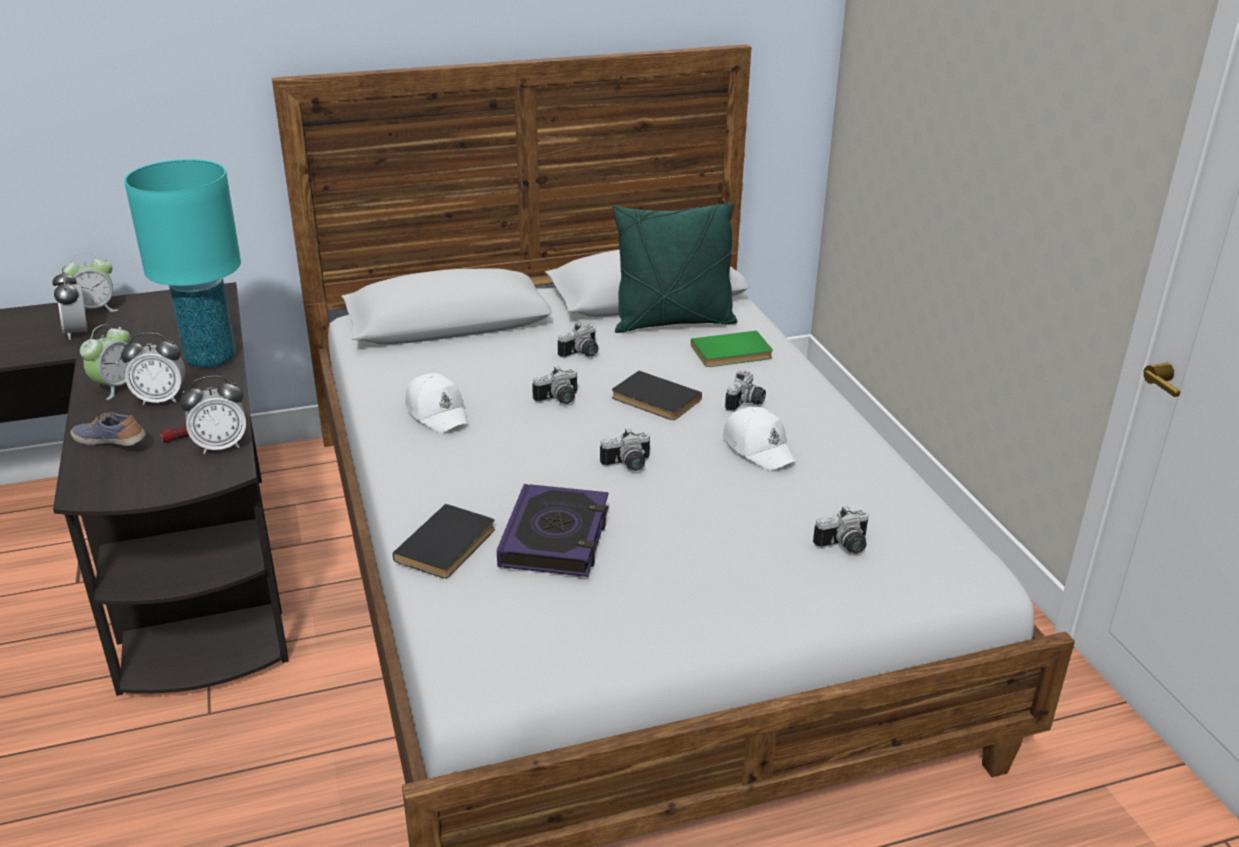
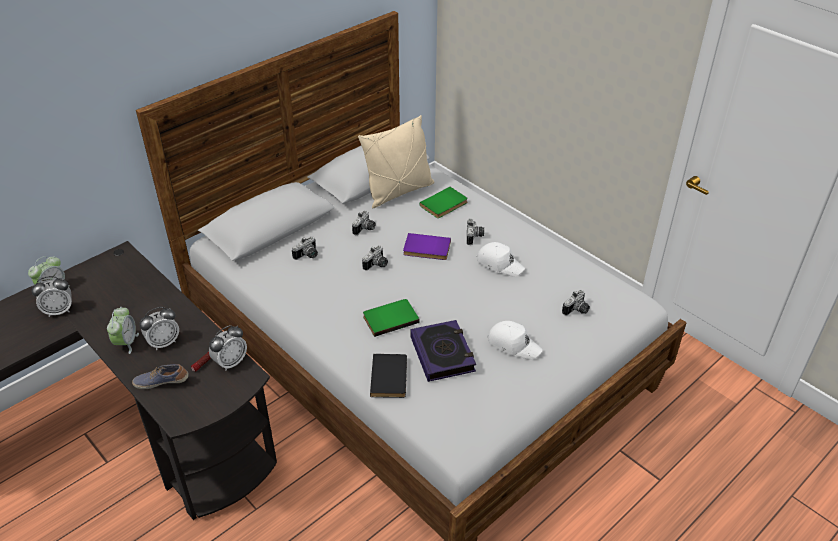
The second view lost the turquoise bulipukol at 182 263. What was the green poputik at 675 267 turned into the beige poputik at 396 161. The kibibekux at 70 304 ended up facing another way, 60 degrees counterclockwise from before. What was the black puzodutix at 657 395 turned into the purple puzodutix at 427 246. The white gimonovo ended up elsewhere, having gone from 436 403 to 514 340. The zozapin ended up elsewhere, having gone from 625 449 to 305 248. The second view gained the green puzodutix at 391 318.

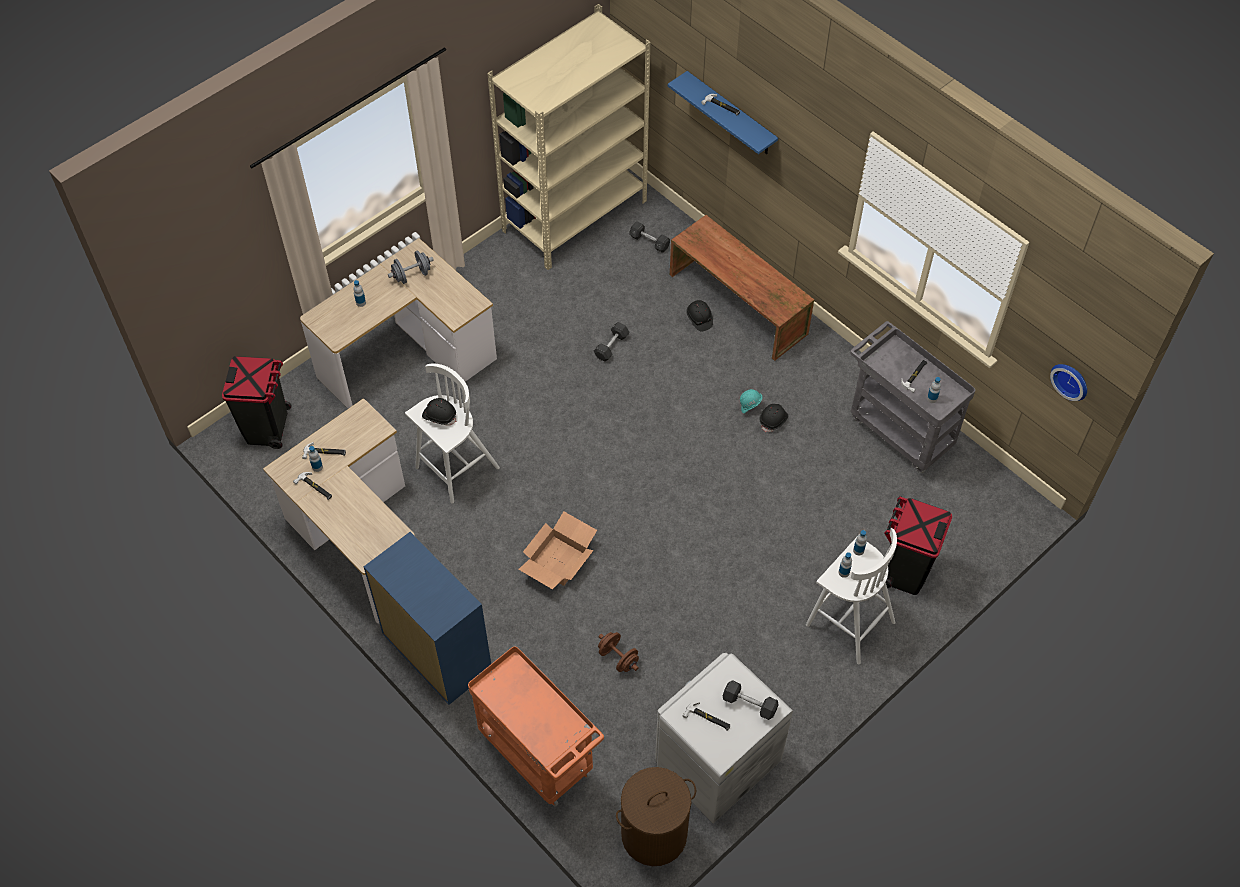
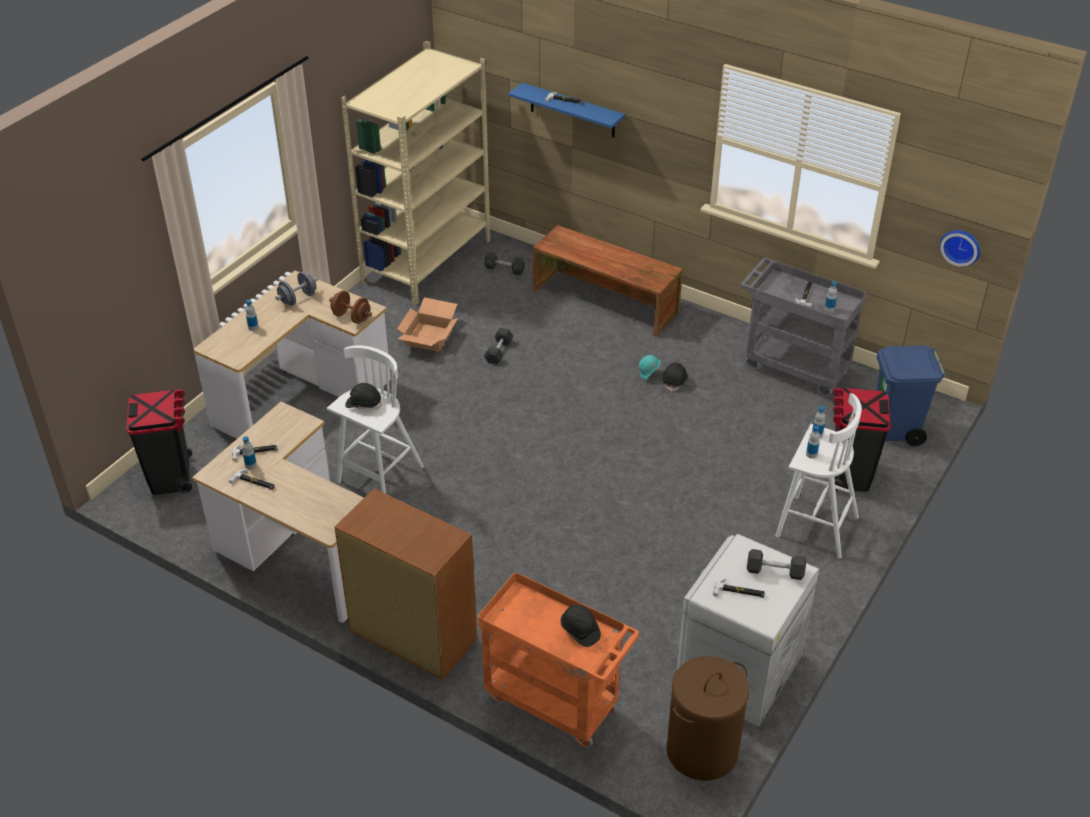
The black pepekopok ended up elsewhere, having gone from 699 315 to 580 626. The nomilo ended up elsewhere, having gone from 557 550 to 427 324. What was the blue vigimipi at 427 618 turned into the brown vigimipi at 406 584. The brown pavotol ended up elsewhere, having gone from 618 652 to 350 307. The second view gained the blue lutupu at 911 395.

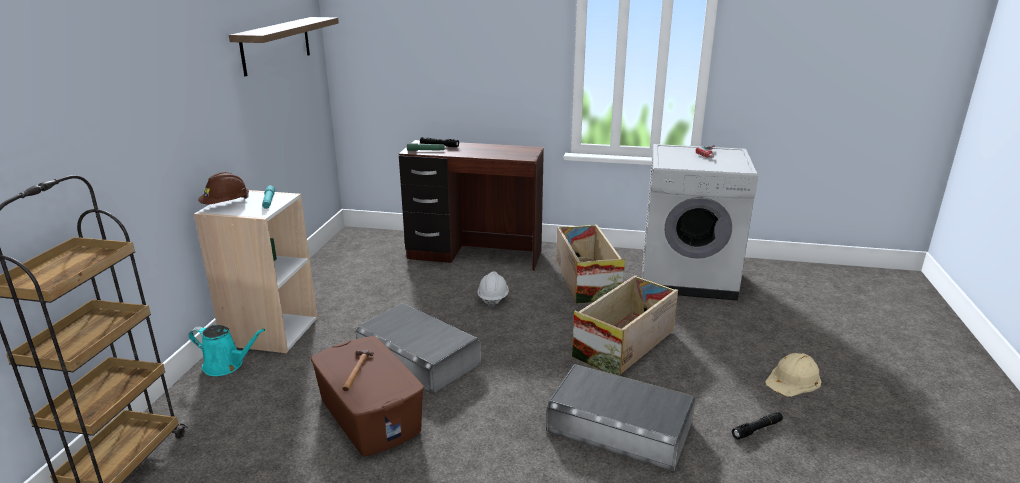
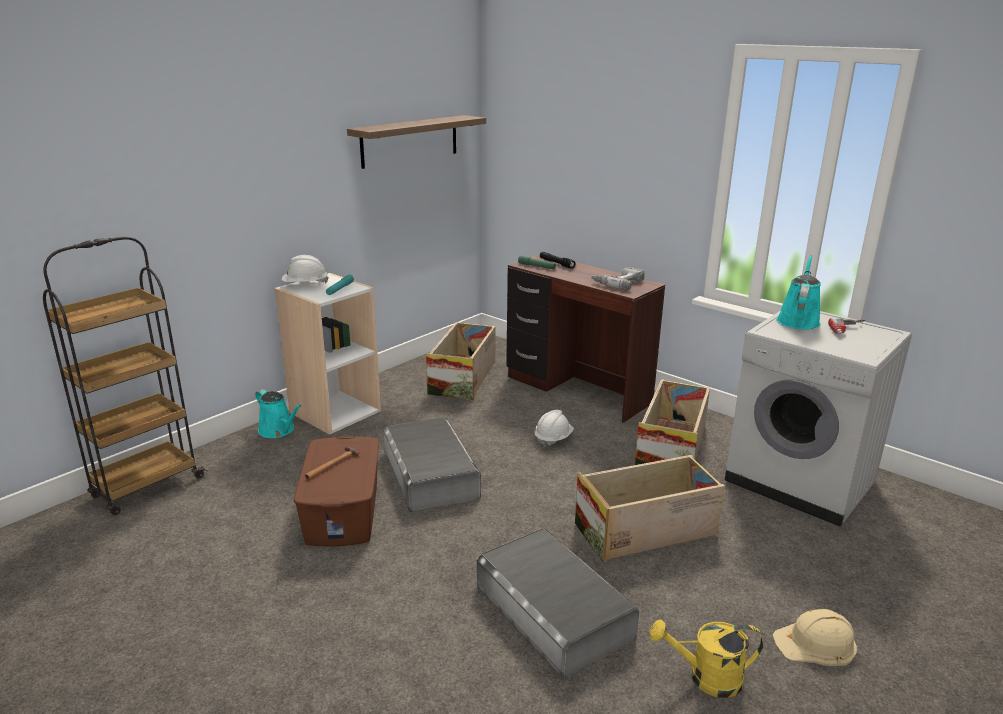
What was the brown pepekopok at 223 188 turned into the white pepekopok at 305 269. Where the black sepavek stood at 757 425, the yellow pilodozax came to stand at 706 659. The second view gained the turquoise pilodozax at 798 292. The second view gained the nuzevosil at 618 278. The second view gained the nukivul at 461 361.

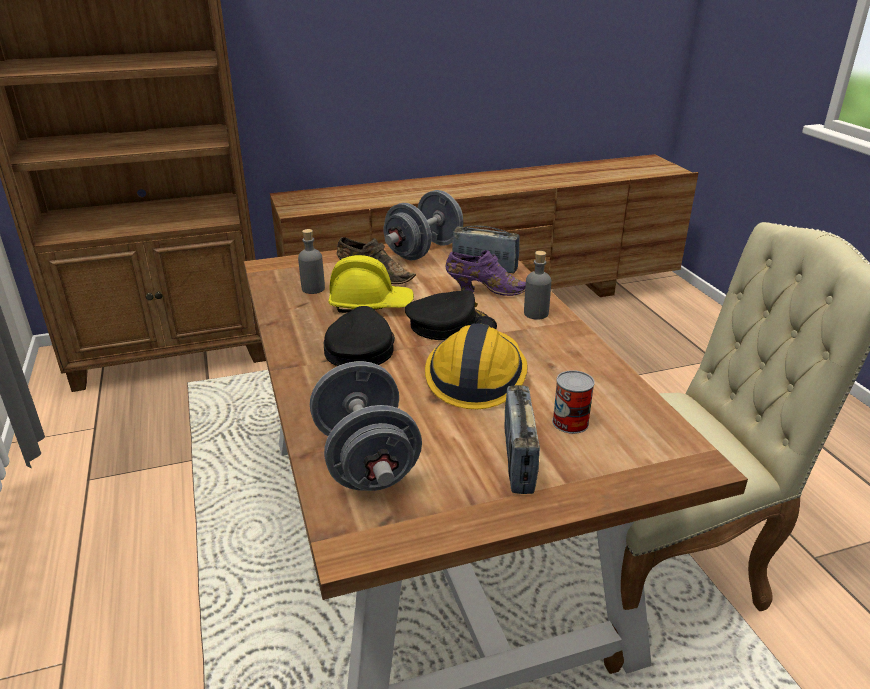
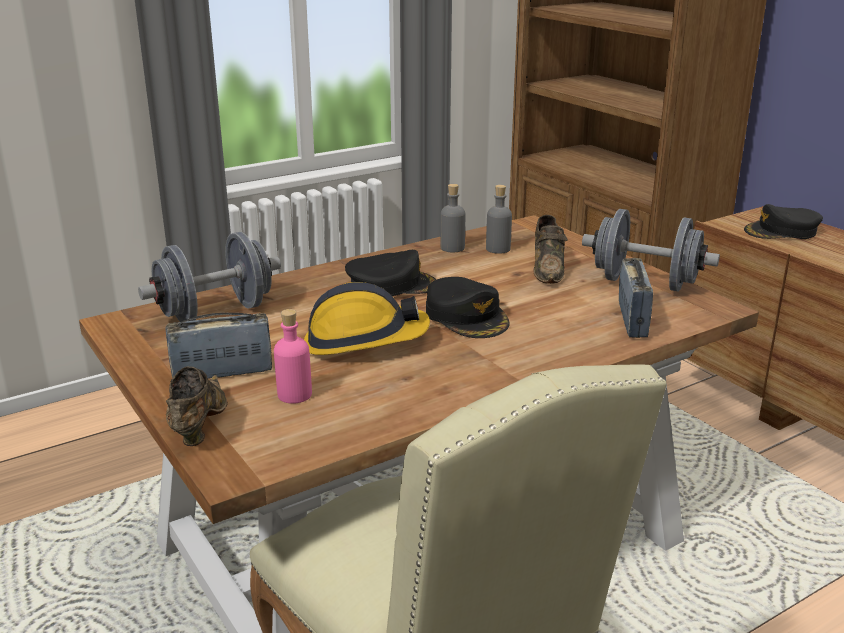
The second view lost the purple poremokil at 486 273. The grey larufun ended up elsewhere, having gone from 537 285 to 452 218. The second view lost the yellow pepekopok at 371 284. Where the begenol stood at 573 402, the pink larufun came to stand at 293 356. The second view gained the black gimonovo at 783 221. The second view gained the brown poremokil at 197 406.

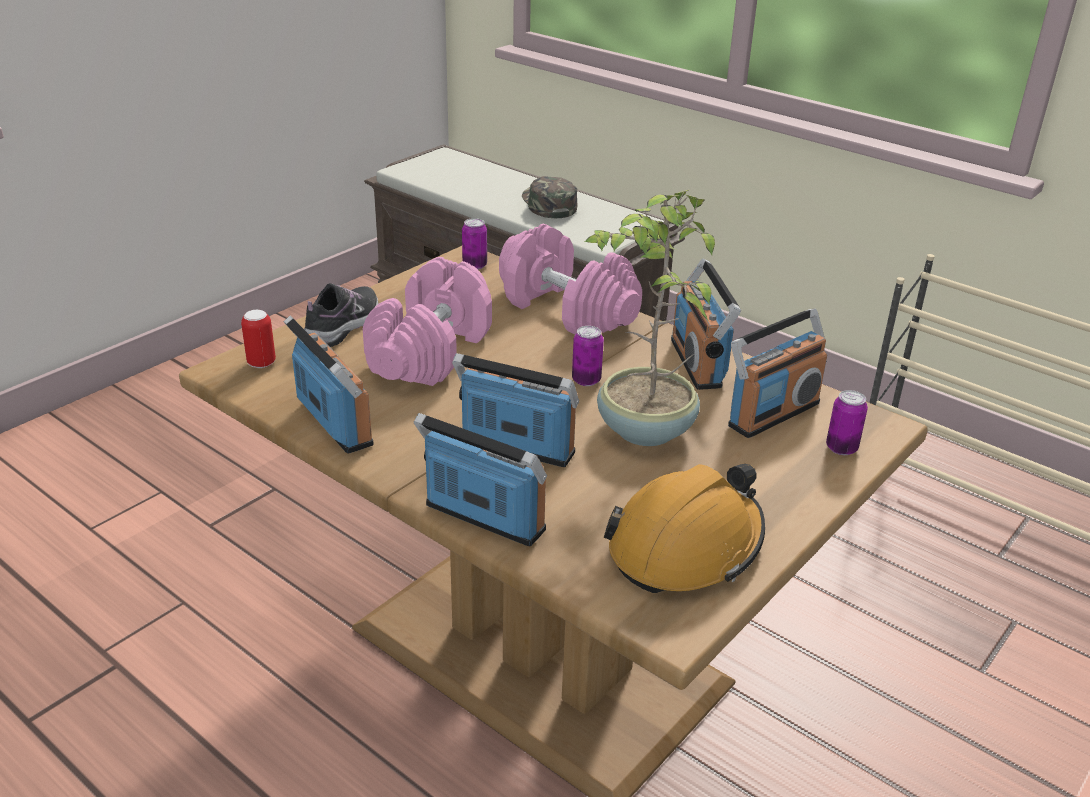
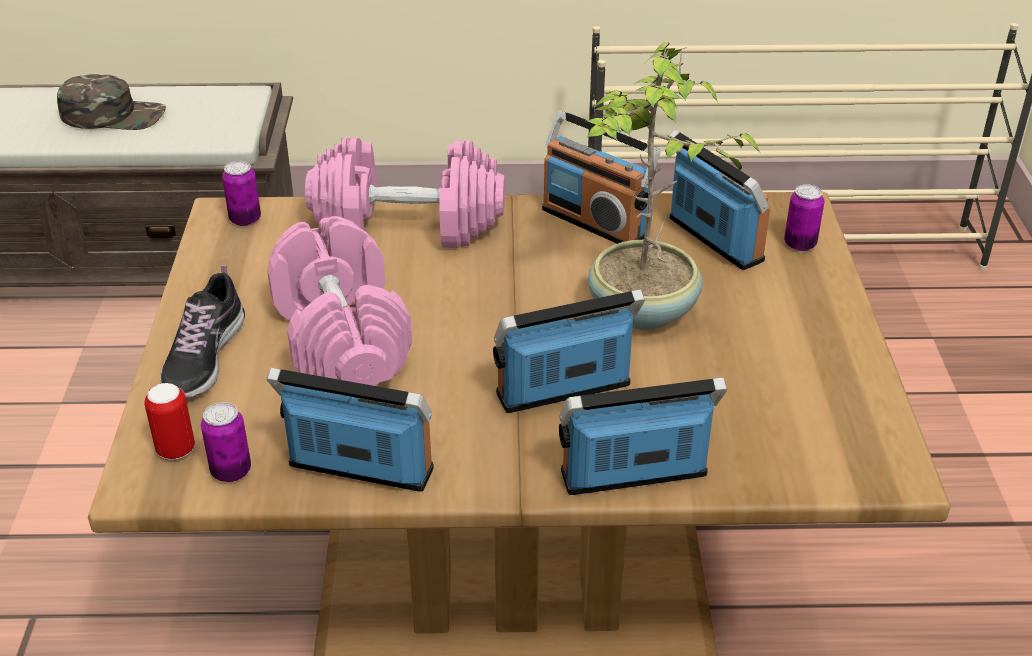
The green gimonovo at 549 197 ended up facing another way, 150 degrees clockwise from before. The poremokil at 341 315 ended up facing another way, 150 degrees counterclockwise from before. The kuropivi at 777 373 ended up facing another way, 45 degrees counterclockwise from before. The begenol ended up elsewhere, having gone from 588 356 to 226 442. The second view lost the orange pepekopok at 684 528.

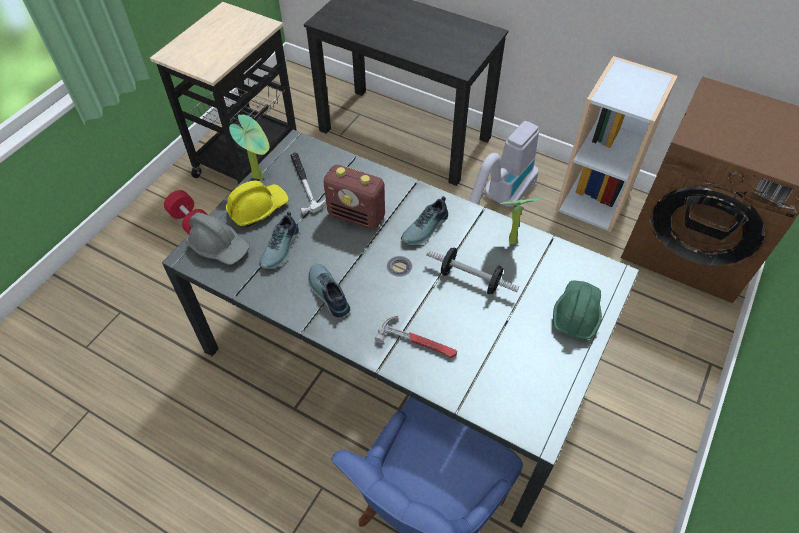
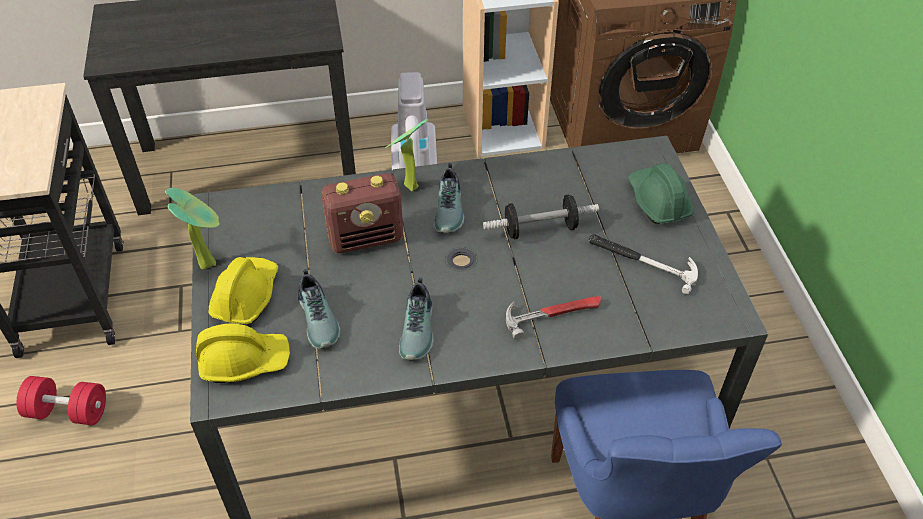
The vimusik ended up elsewhere, having gone from 308 183 to 643 264. The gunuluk ended up elsewhere, having gone from 520 221 to 406 154. What was the grey pepekopok at 218 238 turned into the yellow pepekopok at 243 353. The poremokil at 329 290 ended up facing another way, 105 degrees counterclockwise from before.

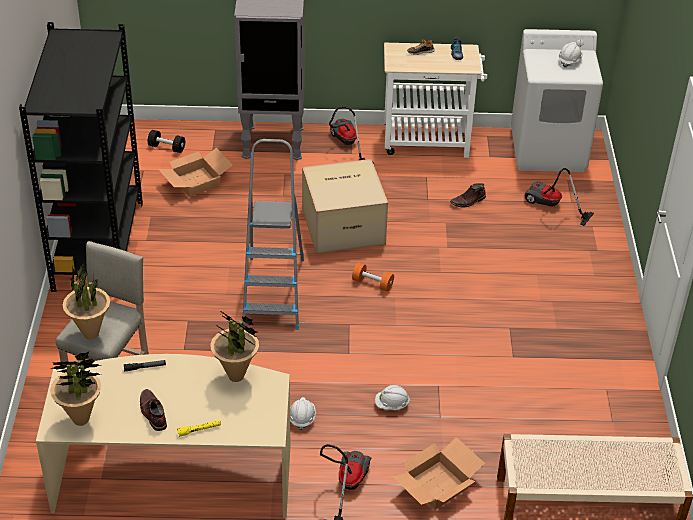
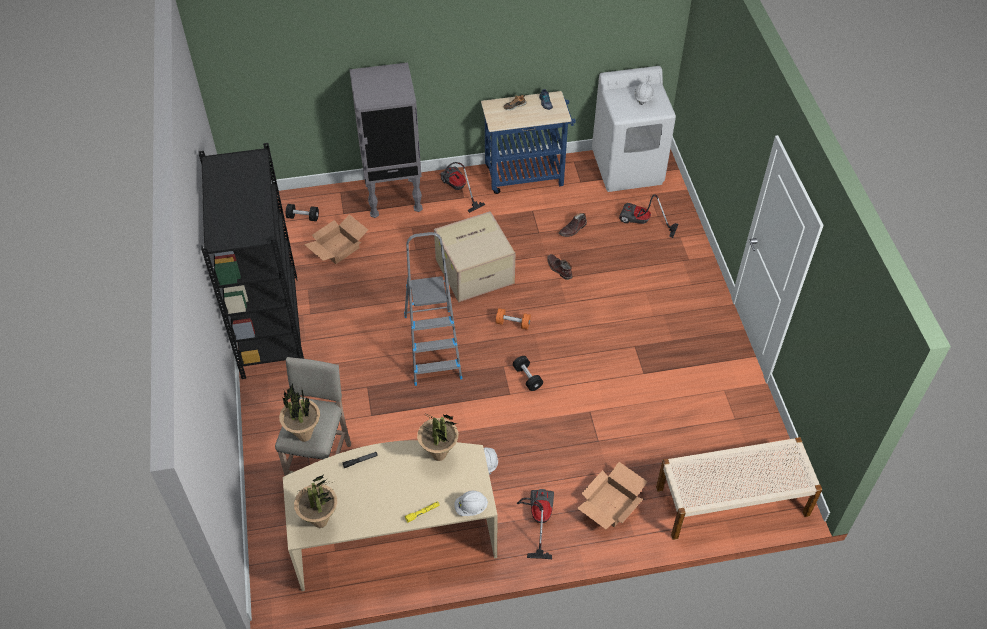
What was the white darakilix at 435 100 turned into the blue darakilix at 528 142. The white pepekopok ended up elsewhere, having gone from 392 397 to 471 503. The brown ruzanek ended up elsewhere, having gone from 153 410 to 559 267. The second view gained the black pavotol at 528 373.

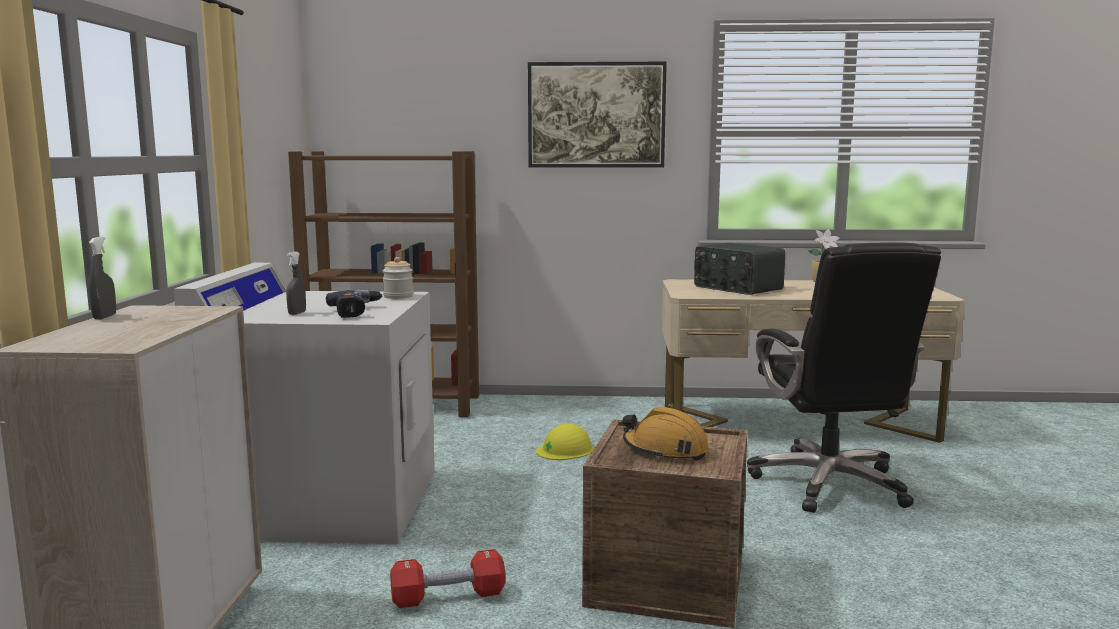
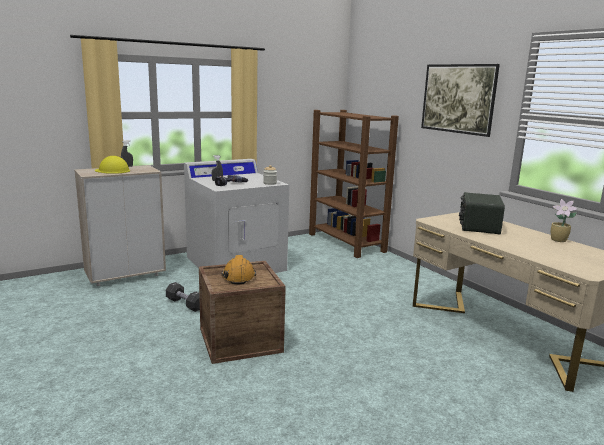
The second view lost the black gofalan at 844 378. The yellow pepekopok ended up elsewhere, having gone from 565 442 to 112 165. What was the red pavotol at 448 578 turned into the black pavotol at 183 297.

